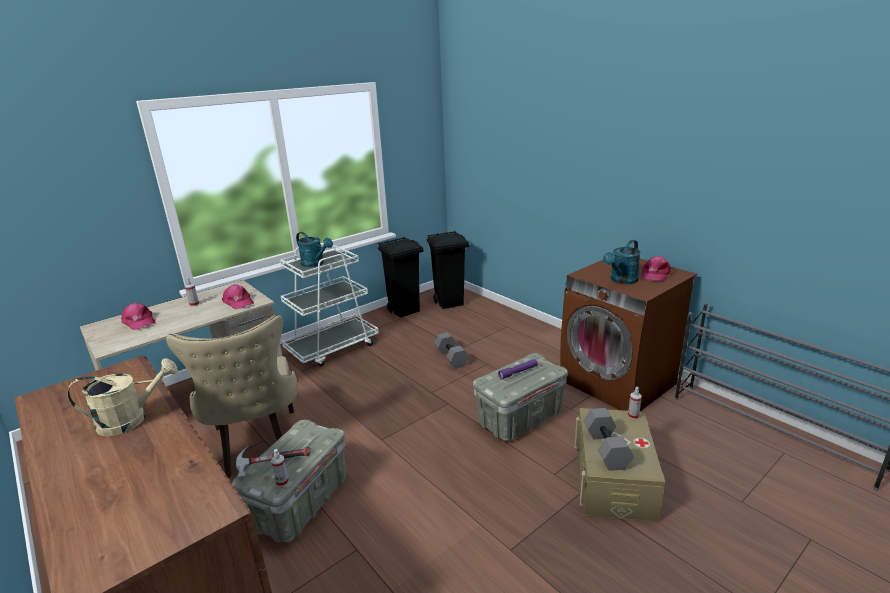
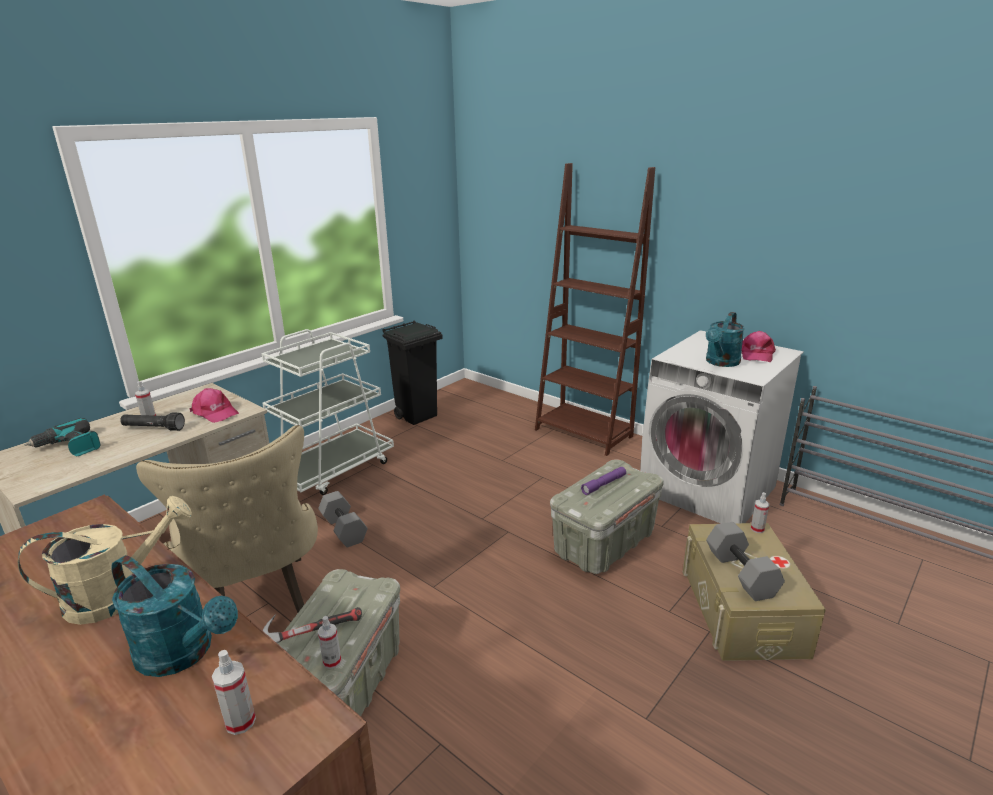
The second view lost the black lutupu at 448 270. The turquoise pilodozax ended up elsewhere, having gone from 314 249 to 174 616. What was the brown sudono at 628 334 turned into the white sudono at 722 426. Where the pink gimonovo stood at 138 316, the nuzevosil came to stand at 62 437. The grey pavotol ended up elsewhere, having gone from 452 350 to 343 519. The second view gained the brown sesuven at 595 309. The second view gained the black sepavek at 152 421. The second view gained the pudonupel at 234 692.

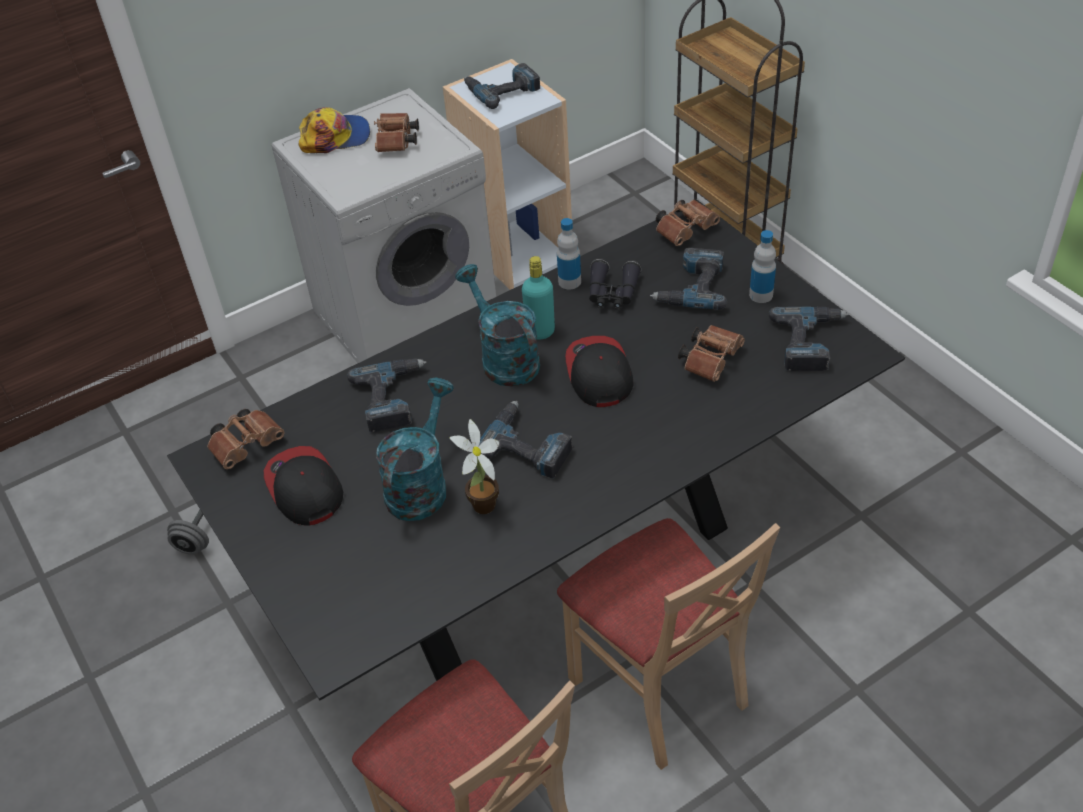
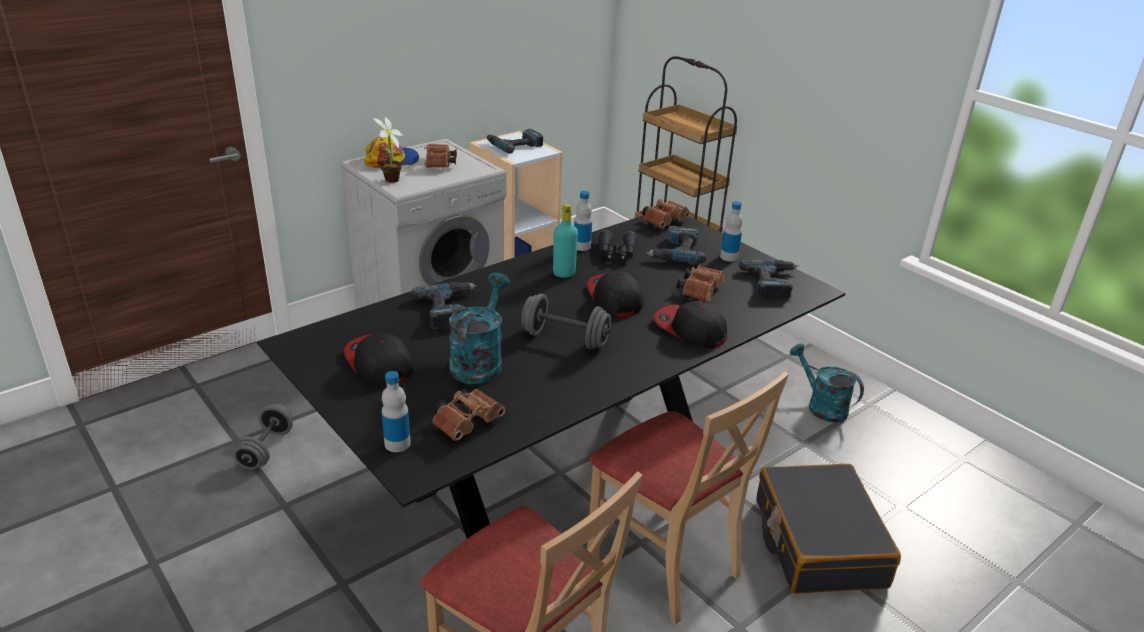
The turquoise pilodozax ended up elsewhere, having gone from 497 325 to 827 382. Where the nuzevosil stood at 525 440, the grey pavotol came to stand at 566 321. The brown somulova ended up elsewhere, having gone from 245 439 to 469 415. The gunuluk ended up elsewhere, having gone from 474 466 to 388 150. The second view gained the gimonovo at 690 324. The second view gained the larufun at 396 411. The second view gained the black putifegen at 829 529.

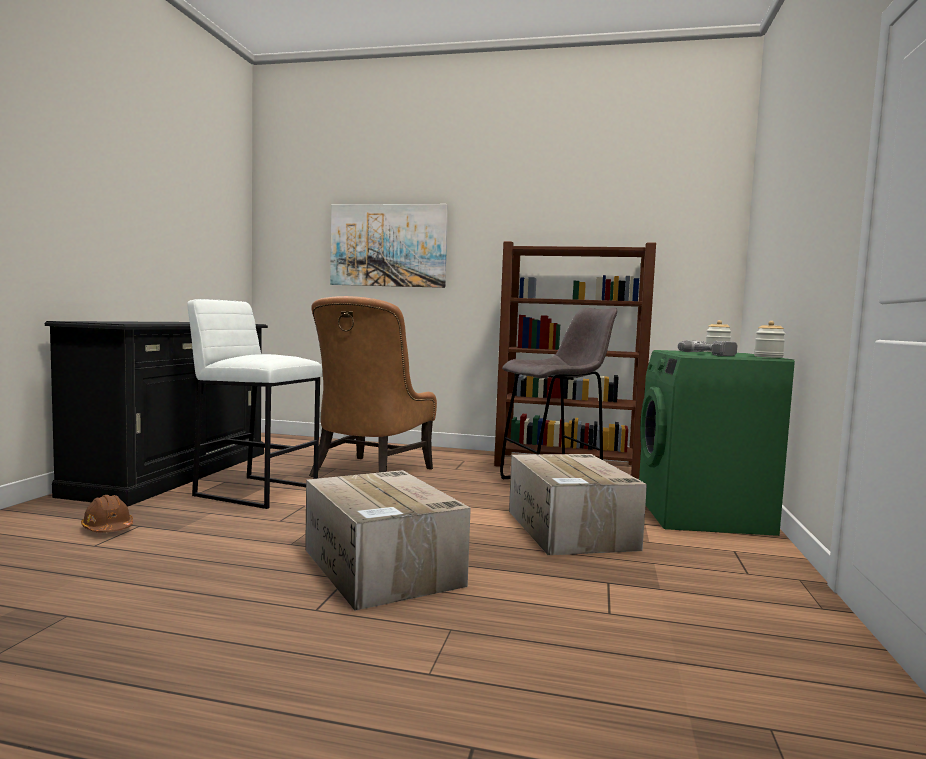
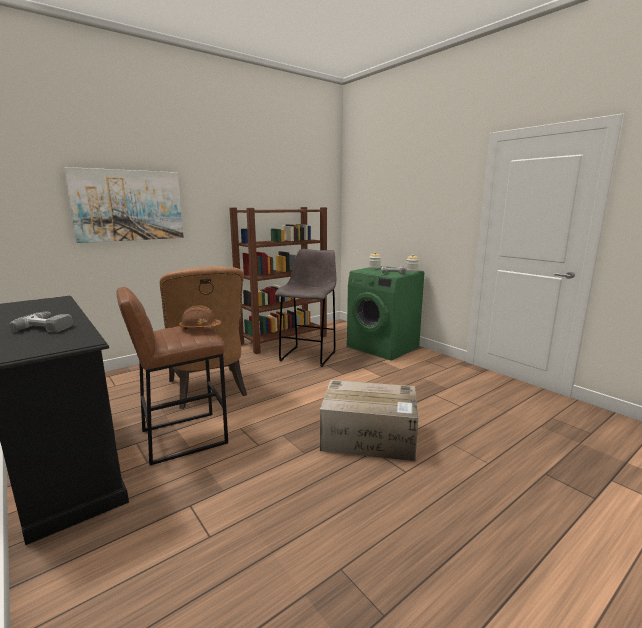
What was the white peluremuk at 254 404 turned into the brown peluremuk at 172 376. The second view lost the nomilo at 578 504. The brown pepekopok ended up elsewhere, having gone from 107 514 to 200 317. The second view gained the nuzevosil at 41 322.

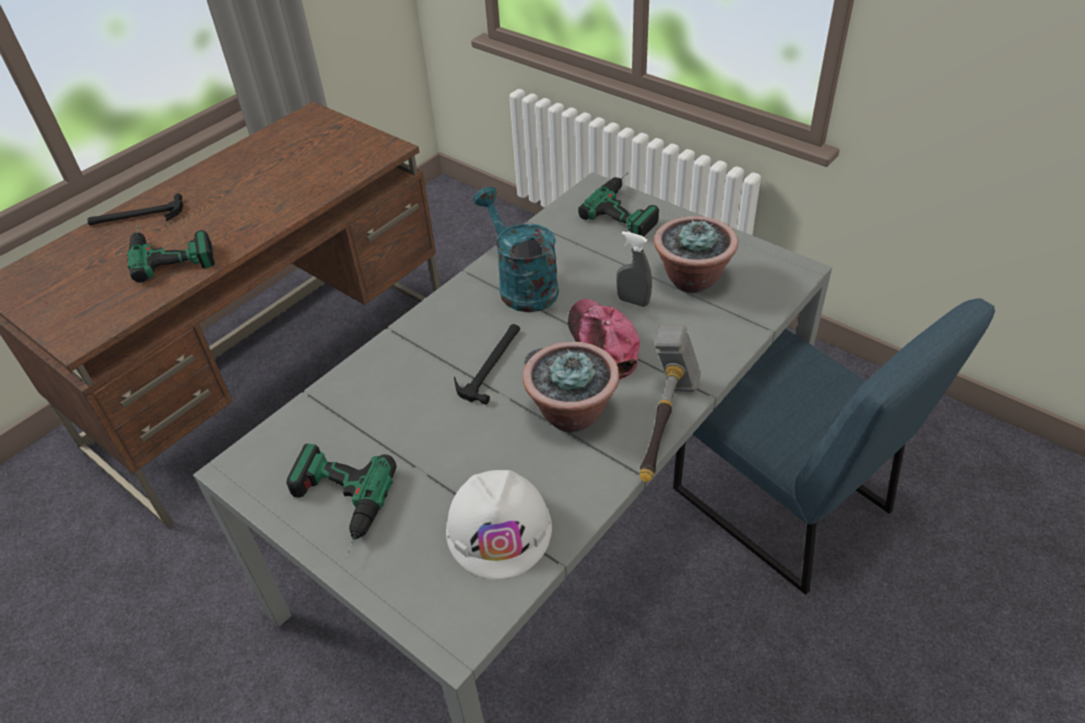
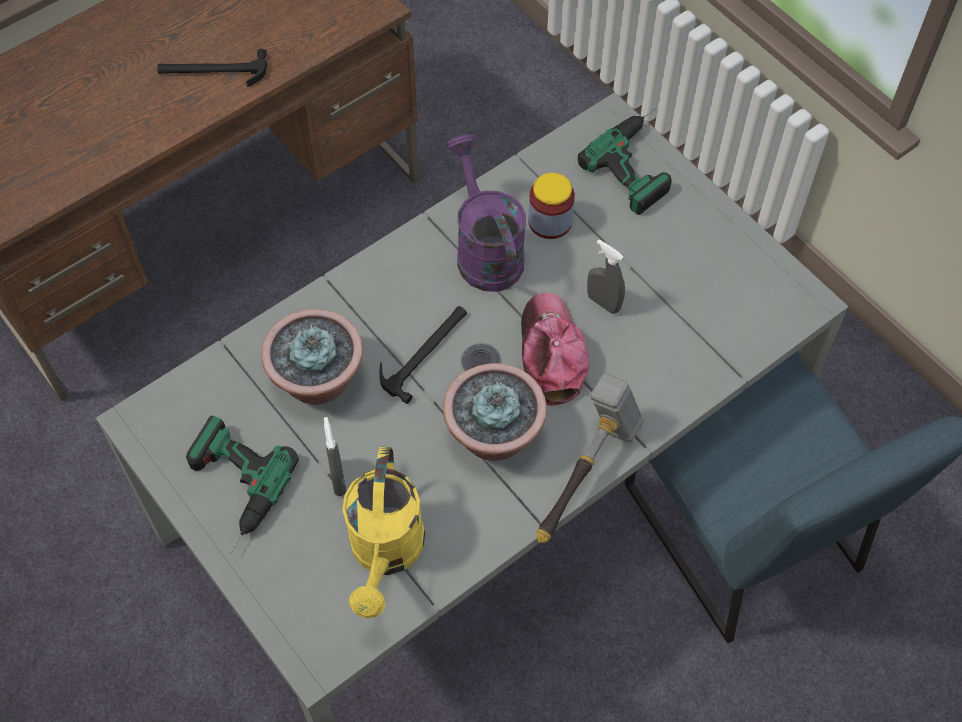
What was the turquoise pilodozax at 516 249 turned into the purple pilodozax at 486 213. The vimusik ended up elsewhere, having gone from 135 209 to 212 68. The gunuluk ended up elsewhere, having gone from 696 254 to 312 357. The second view lost the nuzevosil at 171 254. Where the white pepekopok stood at 499 525, the yellow pilodozax came to stand at 383 532. The second view gained the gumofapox at 551 206. The second view gained the grey pudonupel at 335 456.

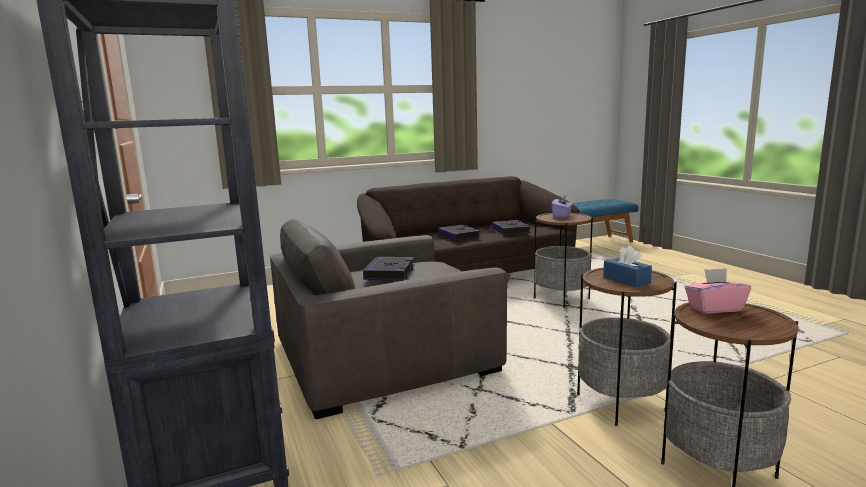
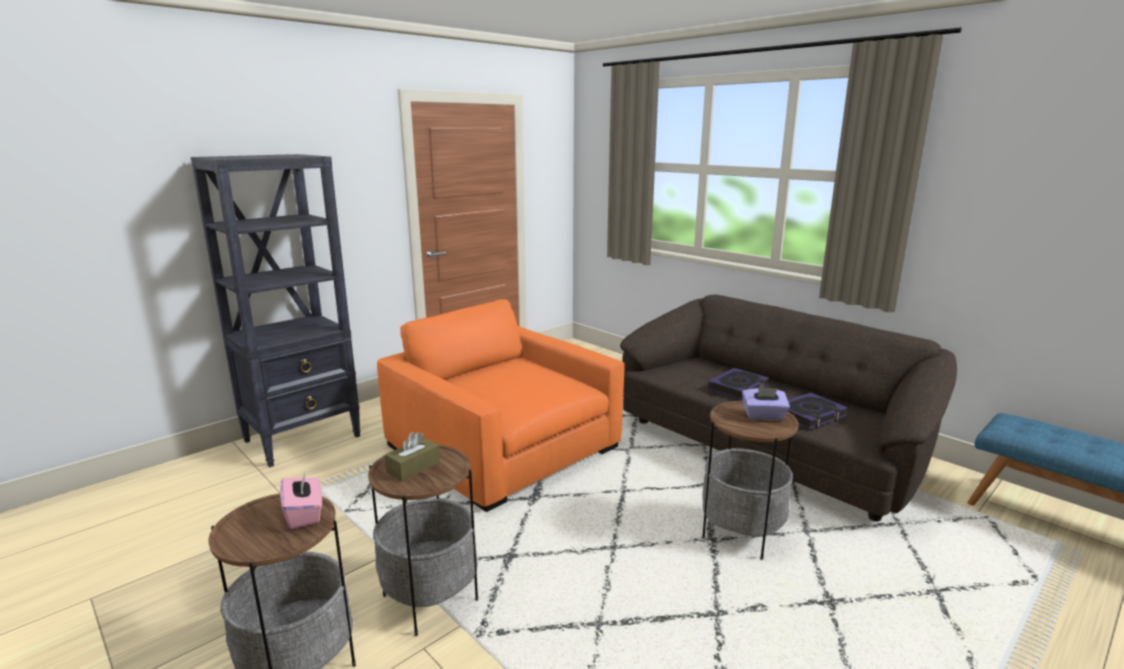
What was the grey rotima at 388 319 turned into the orange rotima at 501 405. What was the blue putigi at 627 266 turned into the brown putigi at 412 457. The second view lost the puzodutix at 389 268.

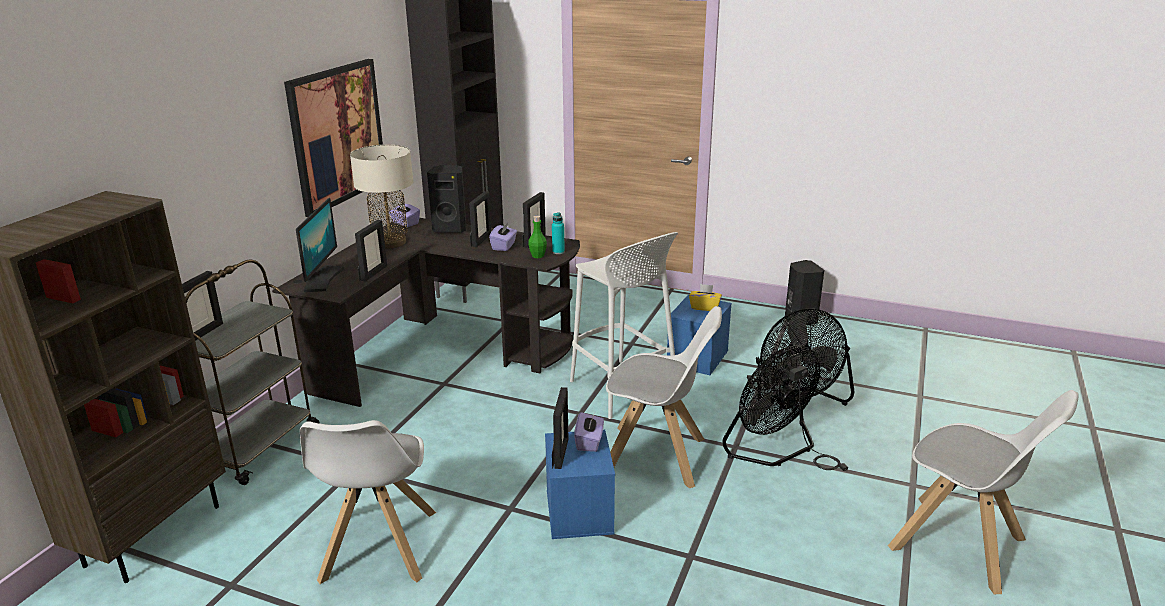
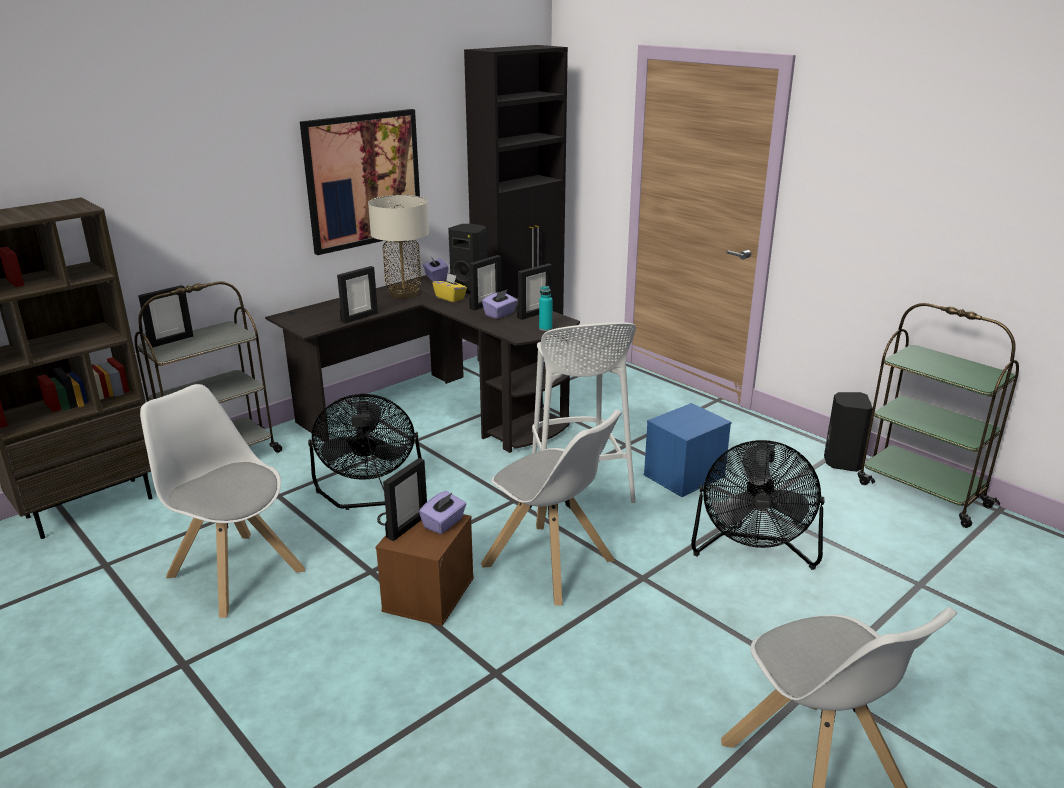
The second view lost the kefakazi at 320 245. The second view lost the green larufun at 537 237. The yellow putigi ended up elsewhere, having gone from 705 297 to 450 287. The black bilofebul ended up elsewhere, having gone from 785 408 to 365 459. The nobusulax at 368 502 ended up facing another way, 105 degrees clockwise from before. What was the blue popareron at 580 484 turned into the brown popareron at 424 570. The second view gained the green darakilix at 938 415.

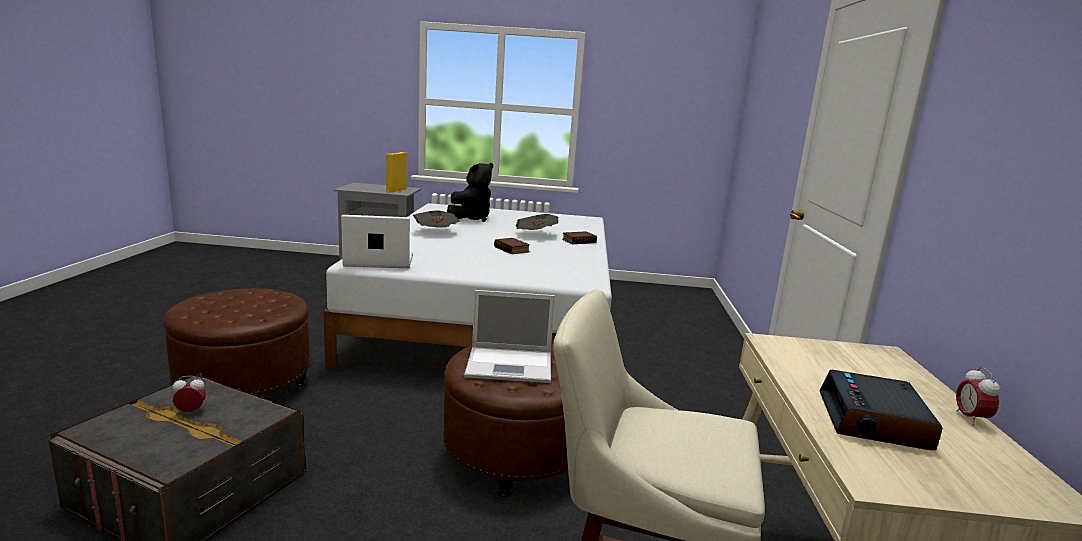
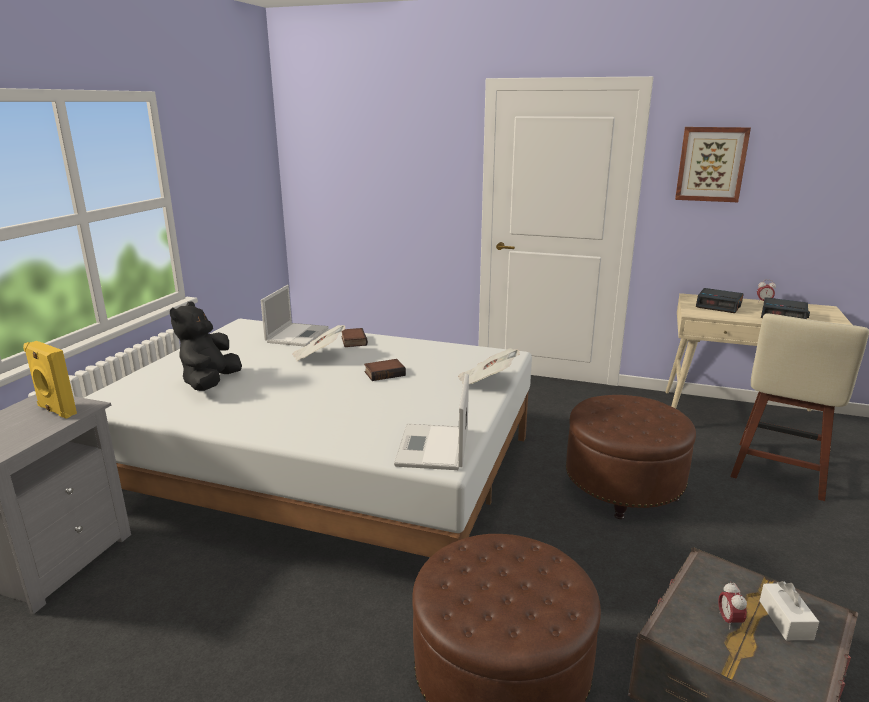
The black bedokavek at 470 192 ended up facing another way, 135 degrees counterclockwise from before. The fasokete ended up elsewhere, having gone from 436 219 to 489 366. The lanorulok ended up elsewhere, having gone from 509 336 to 295 315. The second view gained the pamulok at 713 164. The second view gained the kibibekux at 720 300. The second view gained the white putigi at 789 610.

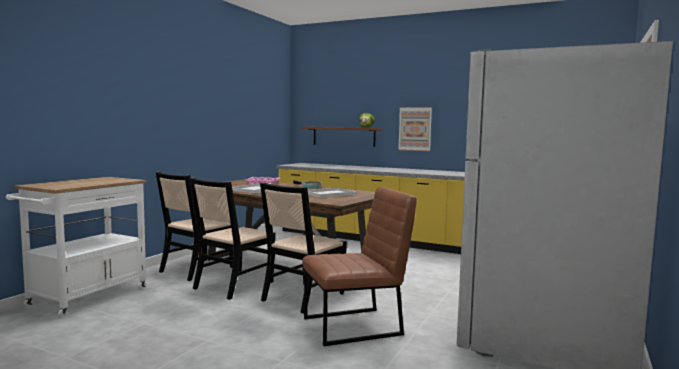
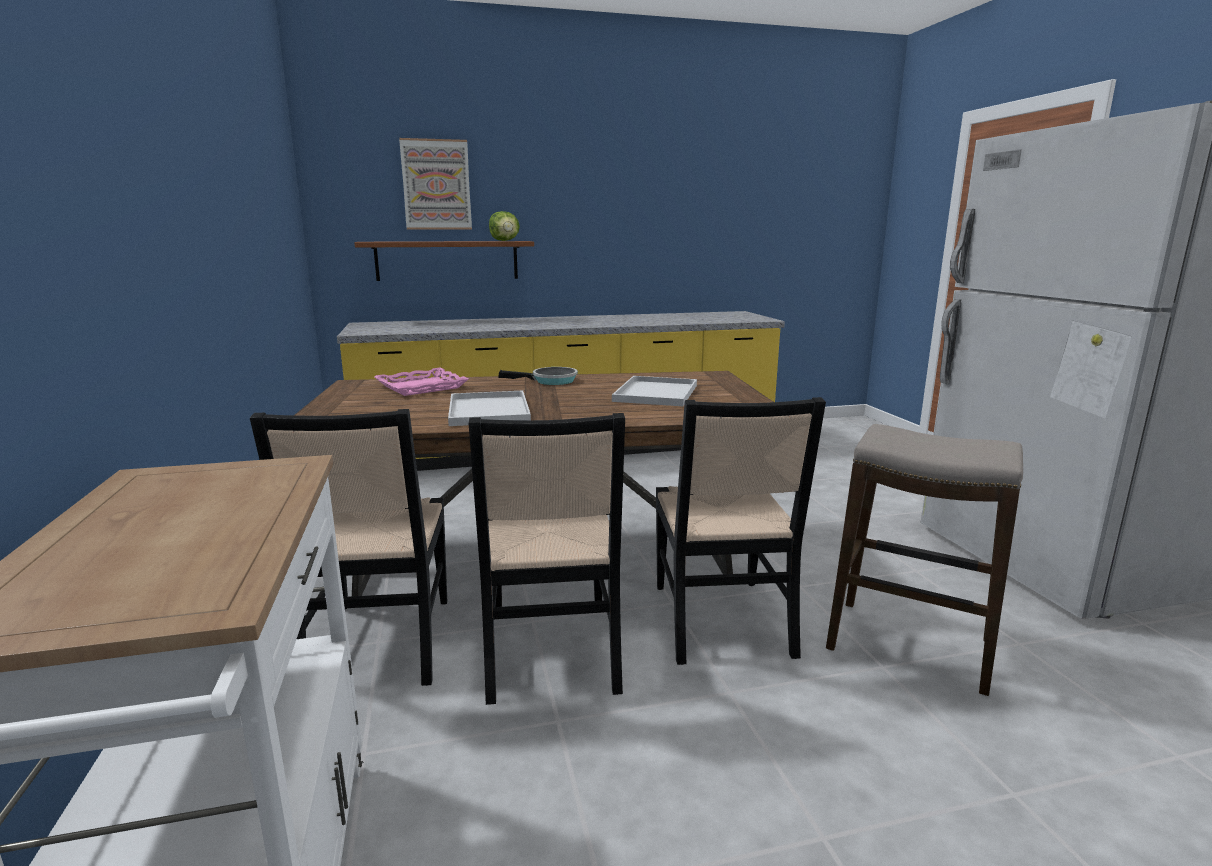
The pamulok ended up elsewhere, having gone from 415 129 to 435 183. Where the brown nobusulax stood at 359 266, the peluremuk came to stand at 924 560.

